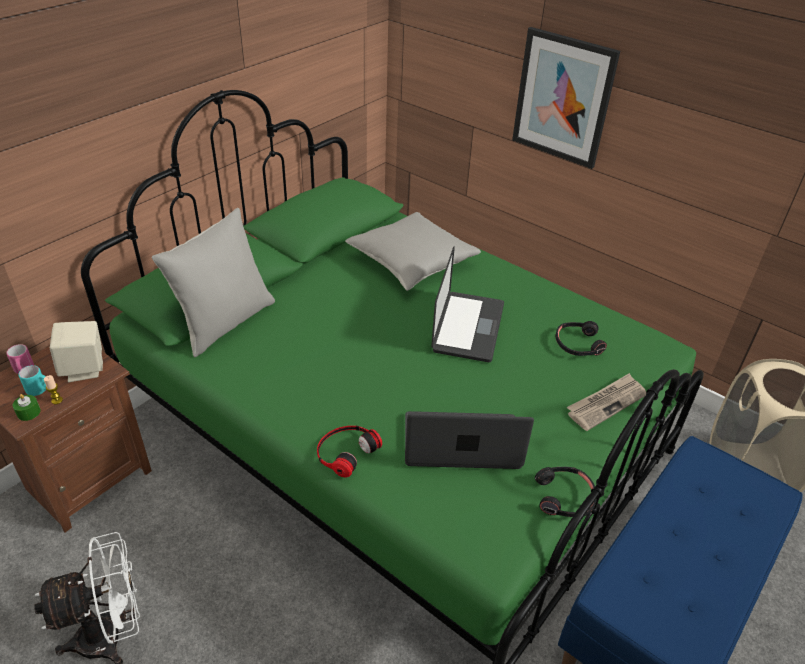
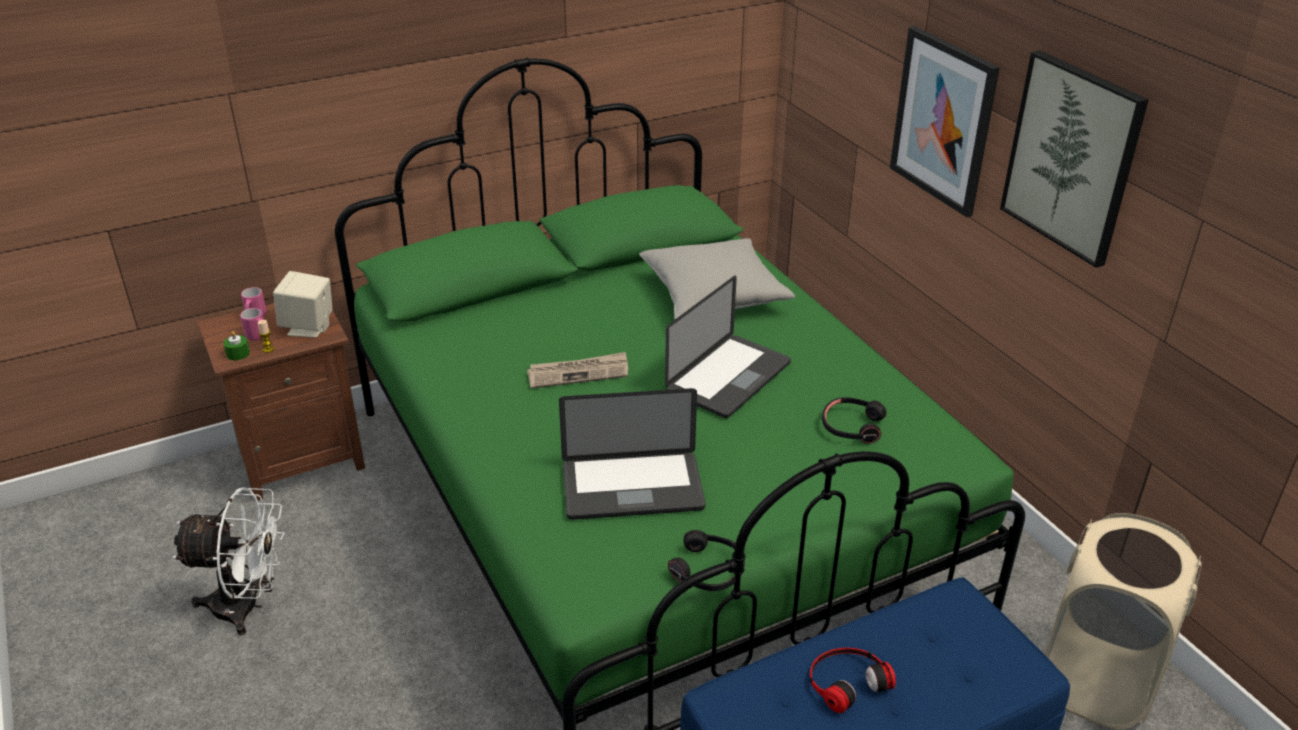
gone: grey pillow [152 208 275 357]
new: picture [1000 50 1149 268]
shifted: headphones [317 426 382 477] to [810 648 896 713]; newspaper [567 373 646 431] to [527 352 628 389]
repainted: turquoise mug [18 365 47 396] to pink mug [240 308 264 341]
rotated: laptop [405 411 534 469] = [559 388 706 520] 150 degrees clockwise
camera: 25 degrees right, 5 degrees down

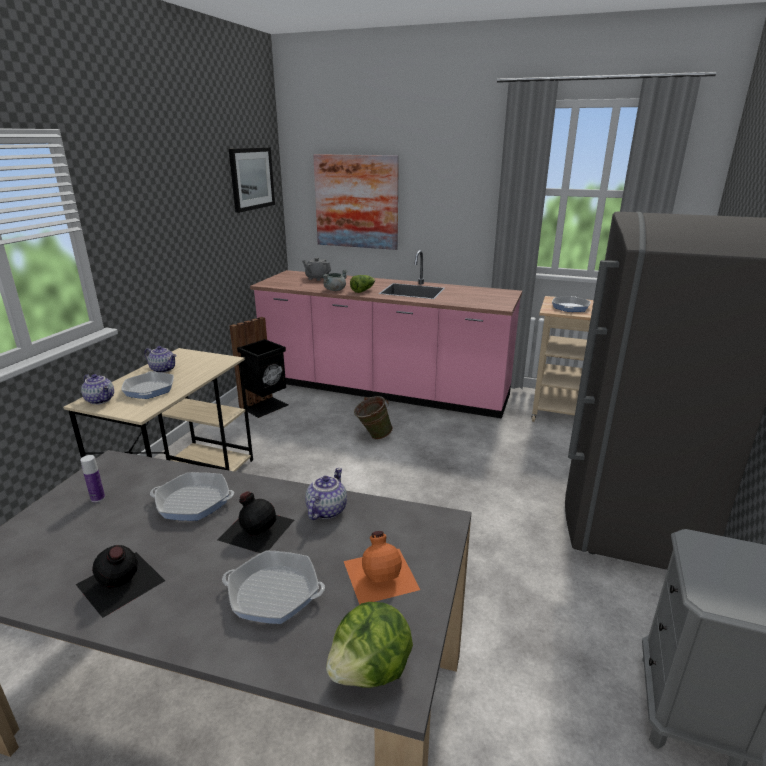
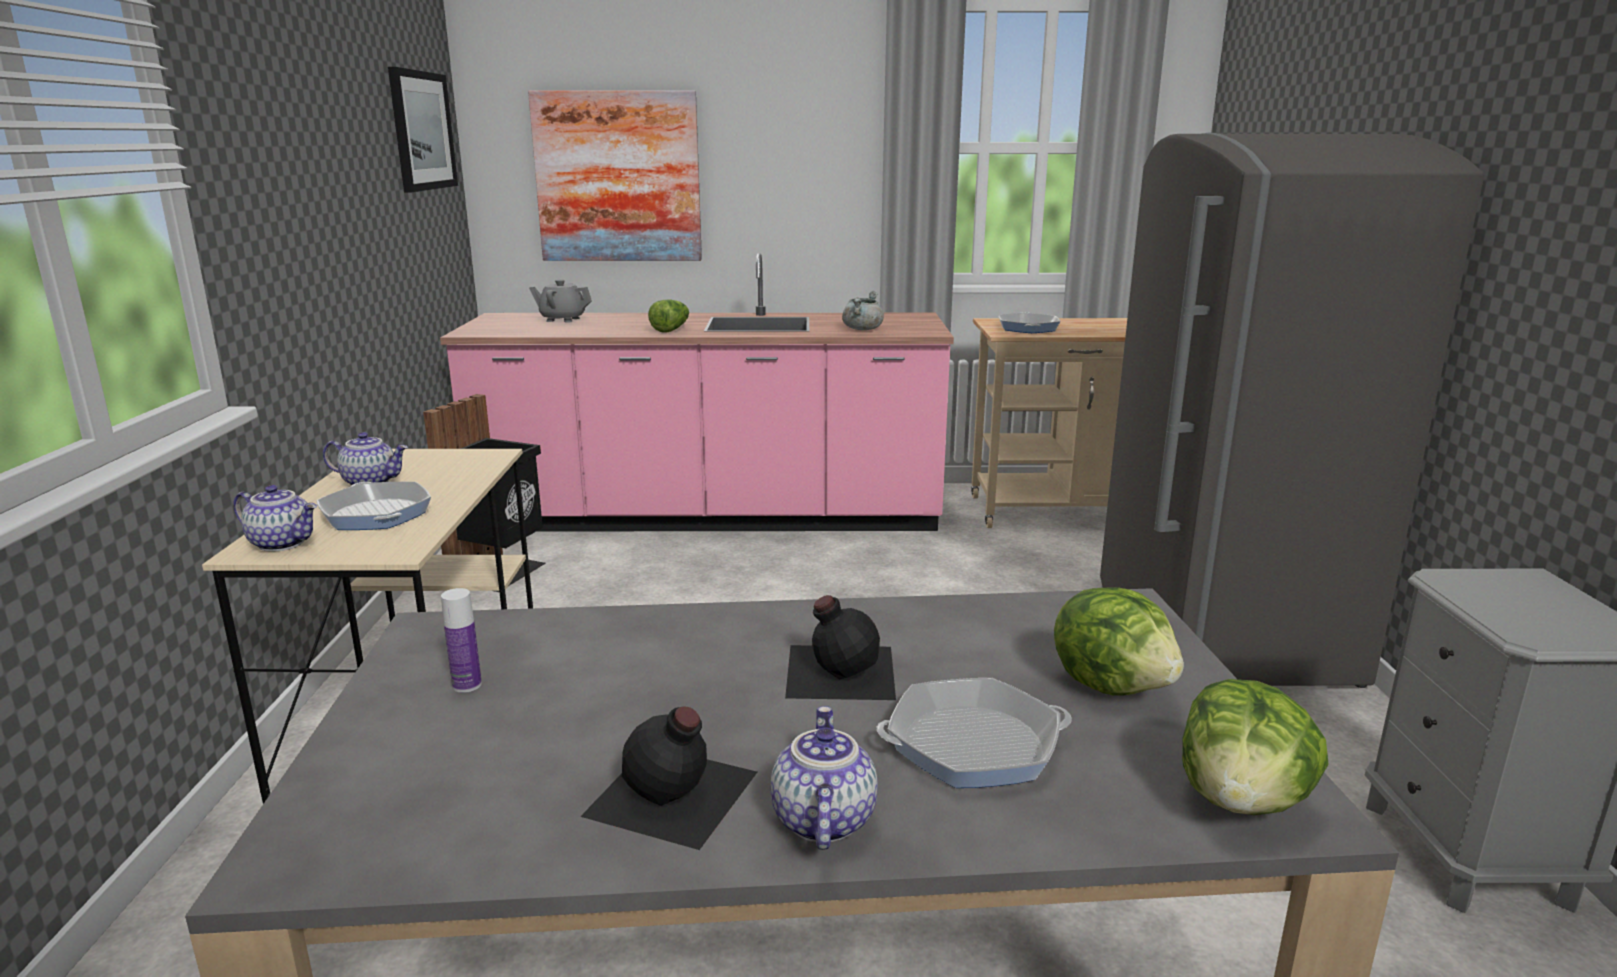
gone: frying pan [150 472 234 521]; green bucket [354 396 393 439]
shifted: teapot [305 468 347 520] to [771 706 878 850]; grey cooking pot [323 269 348 291] to [842 291 884 330]
swapped: orange bottle [344 531 420 605] to lettuce [1054 587 1184 696]
camera: 20 degrees left, 5 degrees down

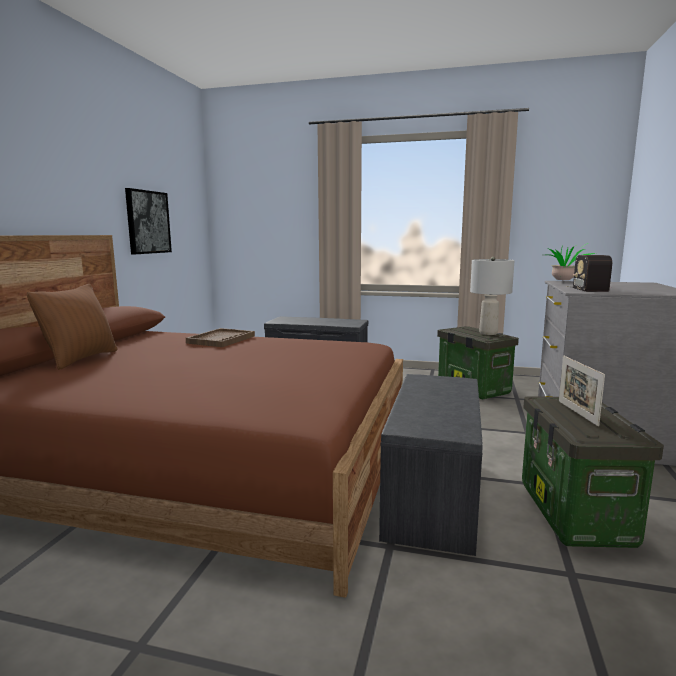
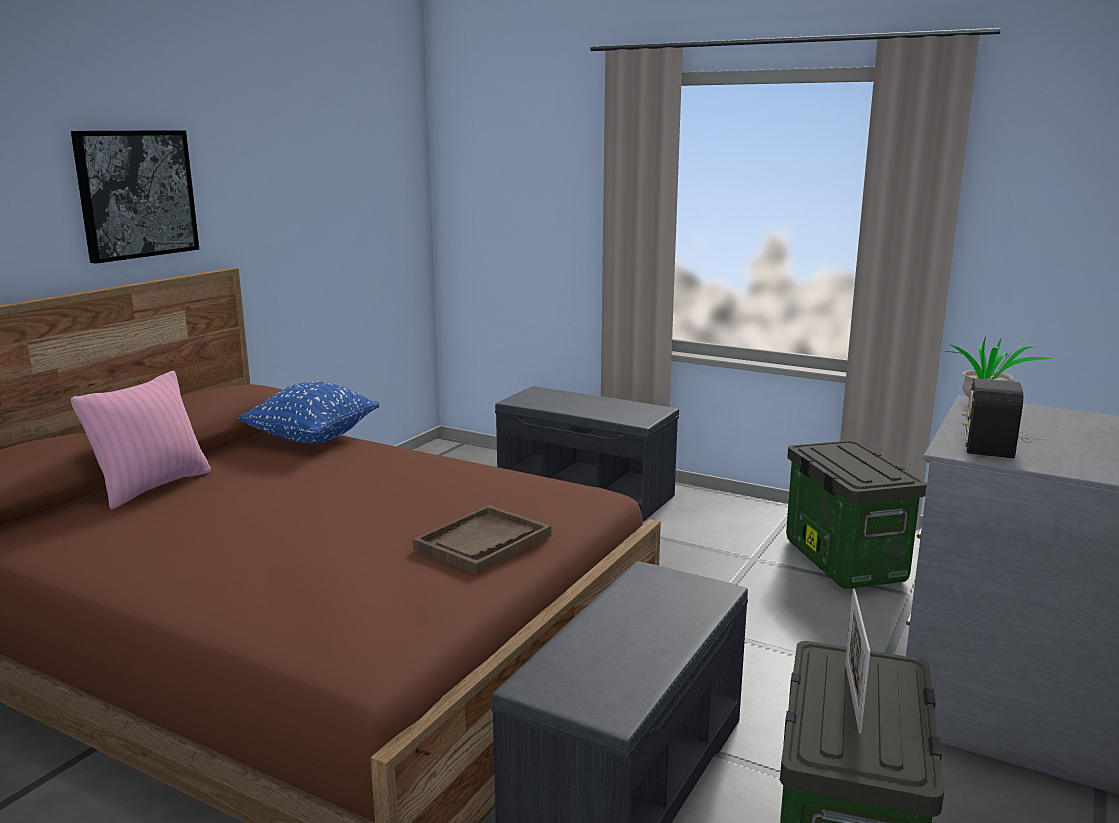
gone: grey table lamp [470 257 515 335]
new: blue pillow [238 382 380 444]
shifted: picture [125 188 172 254] to [71 130 199 264]; brown tray [186 328 255 347] to [413 505 551 574]
repainted: brown pillow [27 284 118 370] to pink pillow [71 371 211 510]
camera: 15 degrees right, 5 degrees up

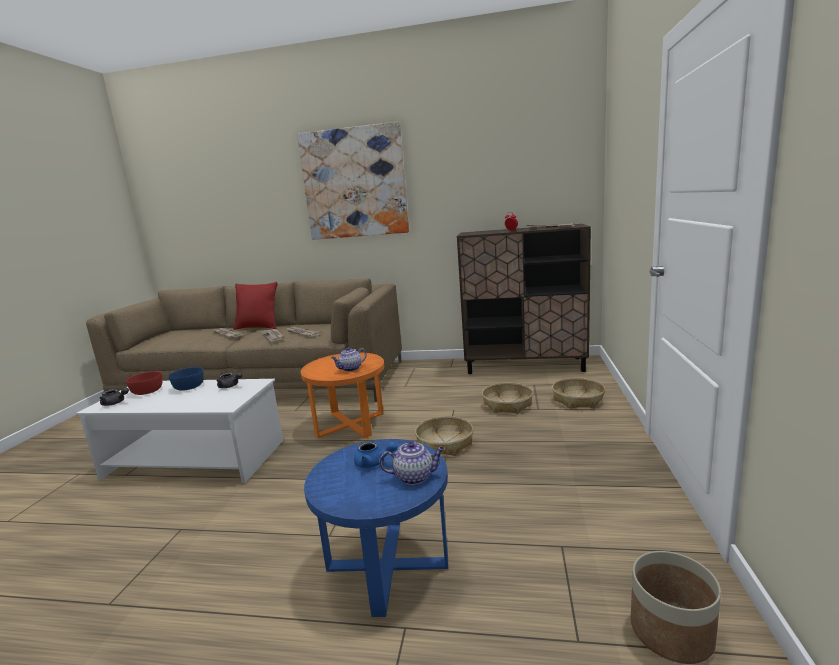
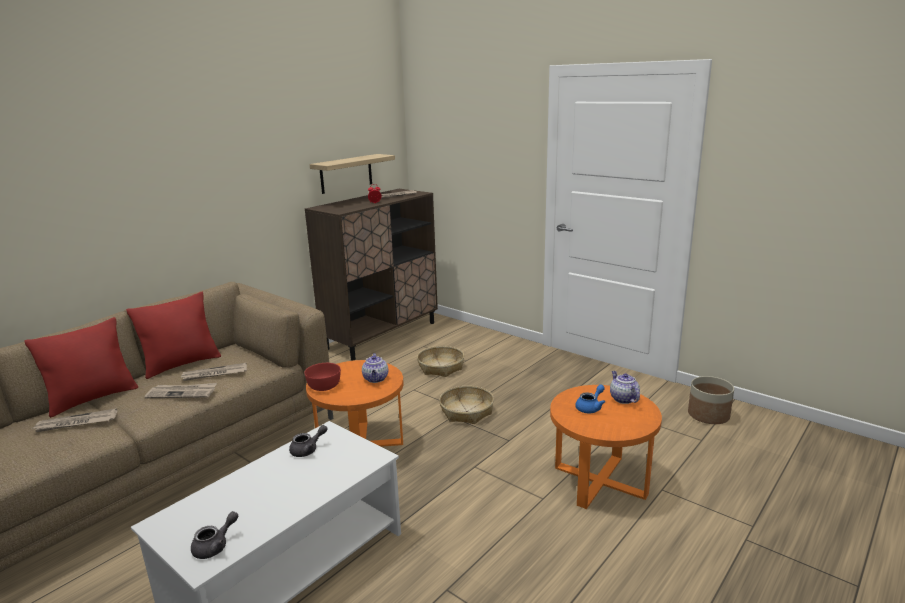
gone: blue bowl [168 367 204 391]; picture [297 122 410 240]; basket [552 378 605 409]
new: red pillow [126 291 221 379]; shelf [310 154 395 194]
shifted: red bowl [126 371 162 395] to [304 363 341 391]
repainted: blue side table [304 439 448 617] to orange side table [550 385 662 509]
rotated: teapot [379 442 445 485] = [610 371 640 404] 45 degrees counterclockwise
camera: 60 degrees left, 5 degrees up

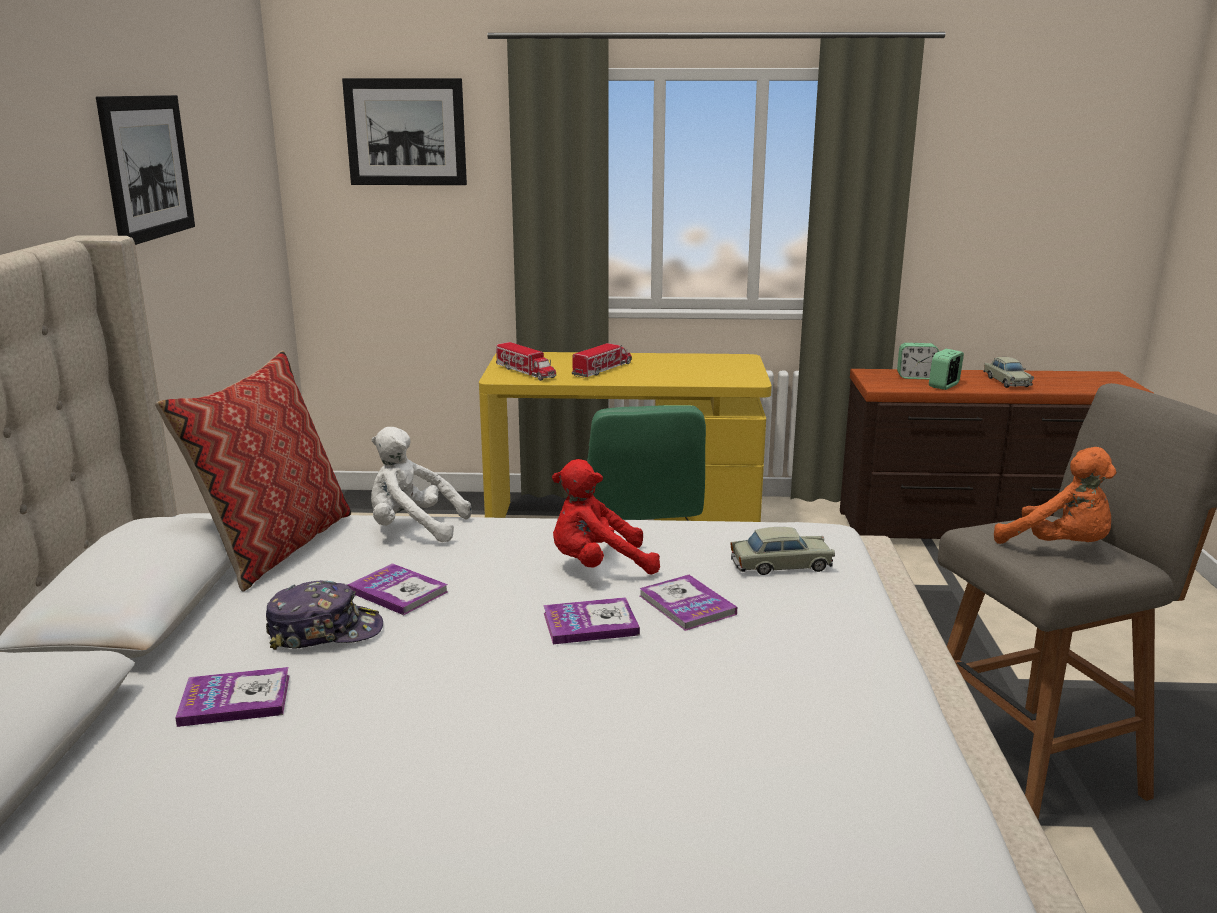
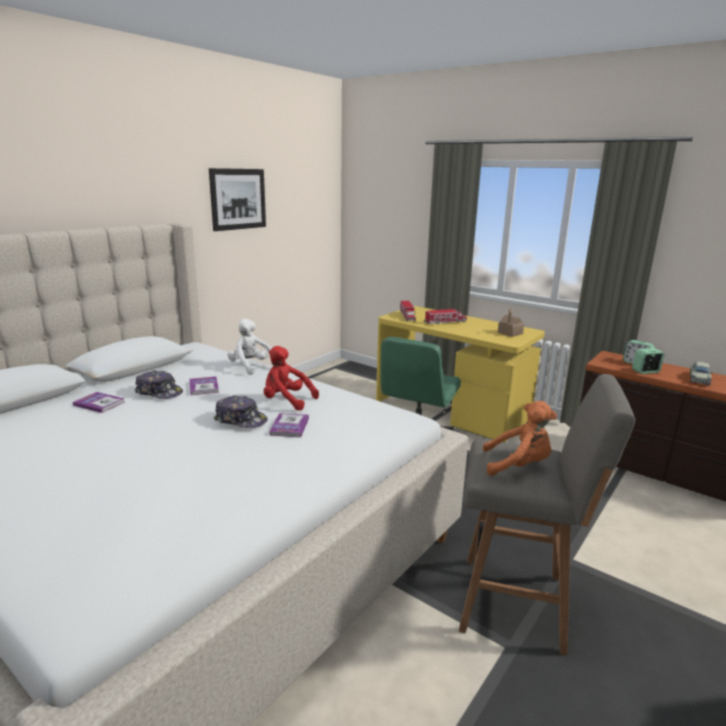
gone: pillow [155 350 351 592]; picture [342 78 467 185]; beige toy car [731 527 835 575]
new: toy house [498 309 524 337]
swapped: book [543 597 640 644] to cap [214 395 268 428]
rotated: orange plush toy [994 447 1116 544] = [483 401 557 476] 75 degrees counterclockwise
camera: 35 degrees right, 0 degrees up

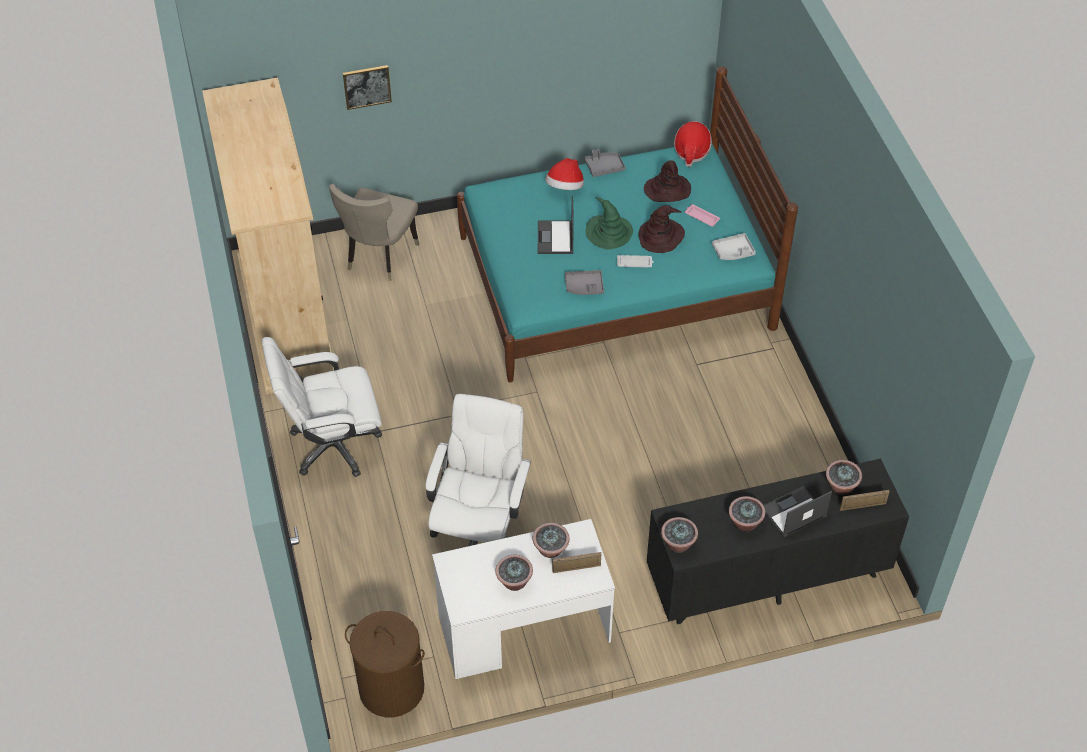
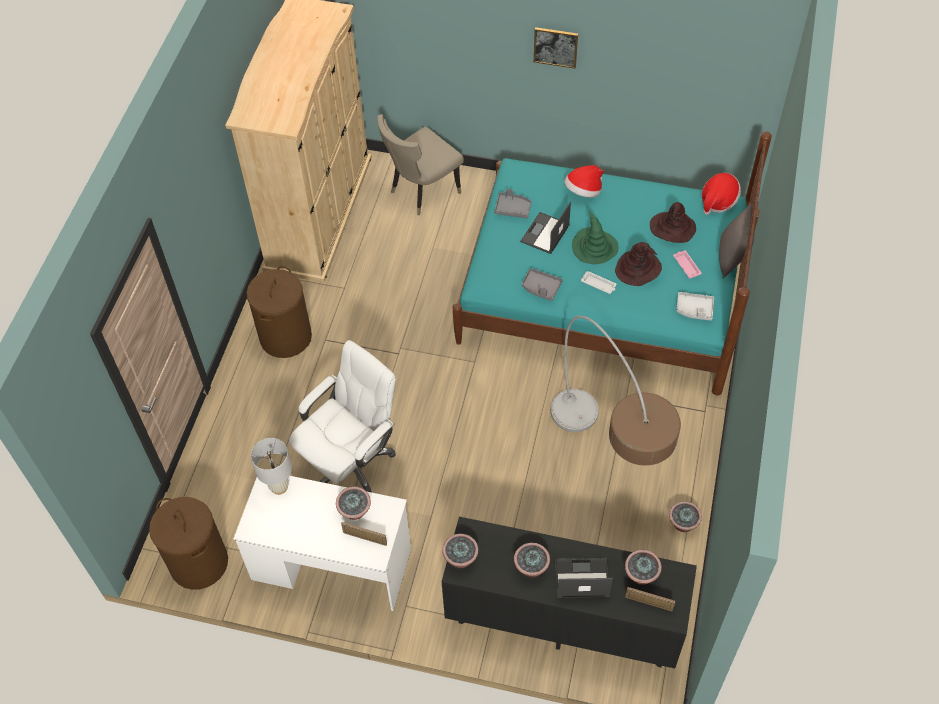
new: white table lamp [251 438 292 495]; floor lamp [550 316 681 466]; grey pillow [719 204 754 278]
shifted: picture [343 65 392 110] to [534 27 578 69]; potted plant [496 555 533 591] to [669 501 702 532]; grey tray [585 149 626 177] to [495 189 531 218]
swapped: white office chair [262 337 382 477] to brown laundry basket [247 266 312 358]
camera: 30 degrees right, 5 degrees up

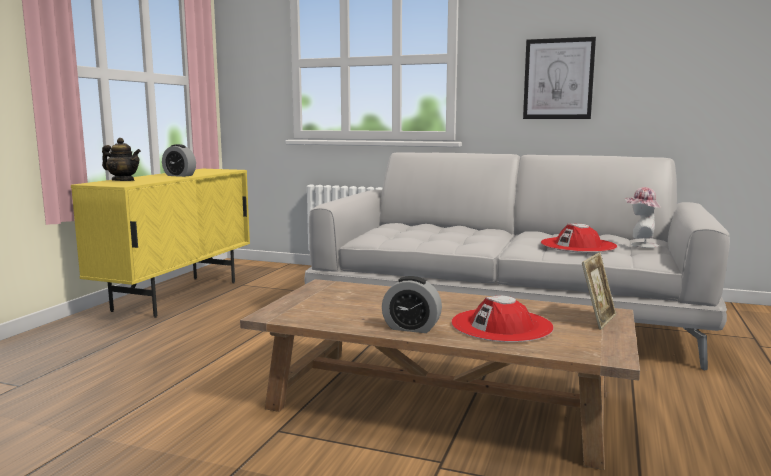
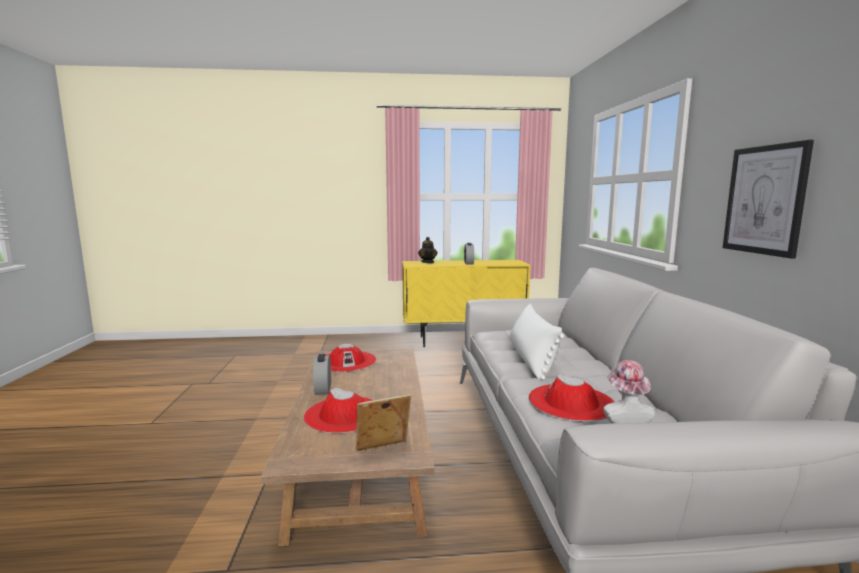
new: red hat [326 344 376 372]; white pillow [510 304 564 380]
rotated: picture frame [582 252 616 330] = [356 394 411 451] 150 degrees clockwise
camera: 65 degrees right, 0 degrees up

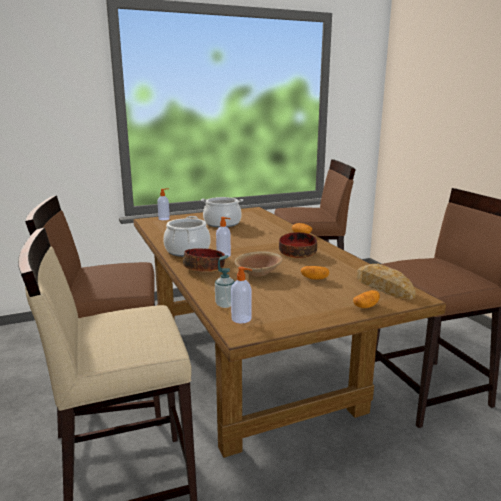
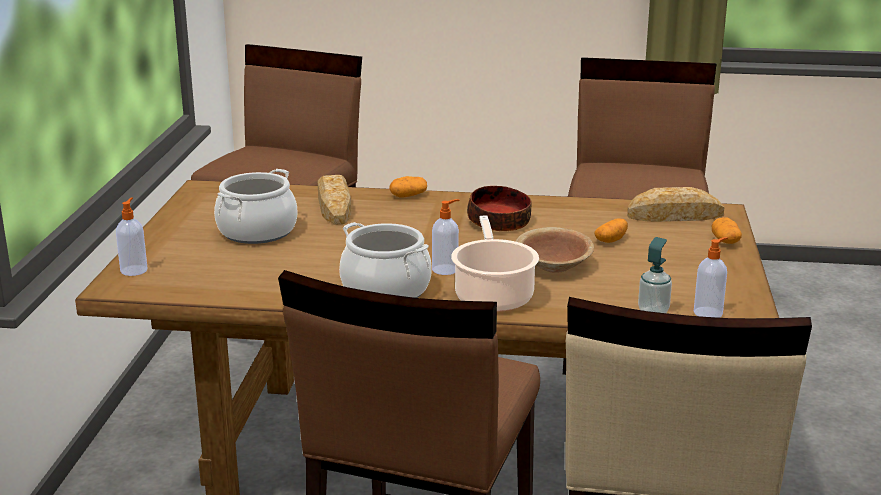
new: bread [317 175 351 225]
swapped: bowl [183 248 225 272] to cooking pot [451 216 539 312]
camera: 60 degrees left, 5 degrees up

